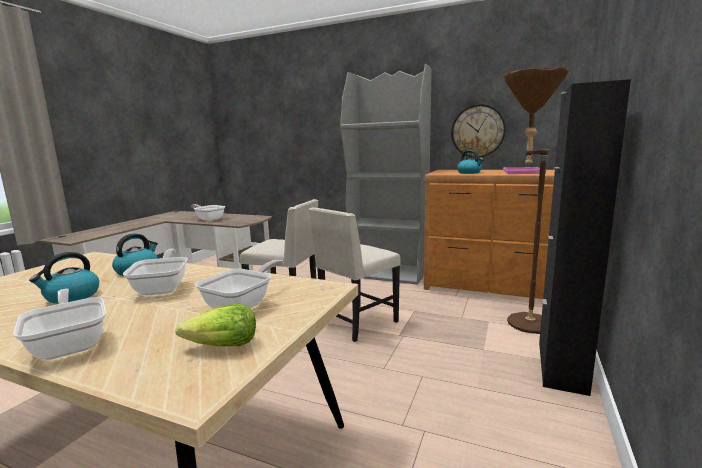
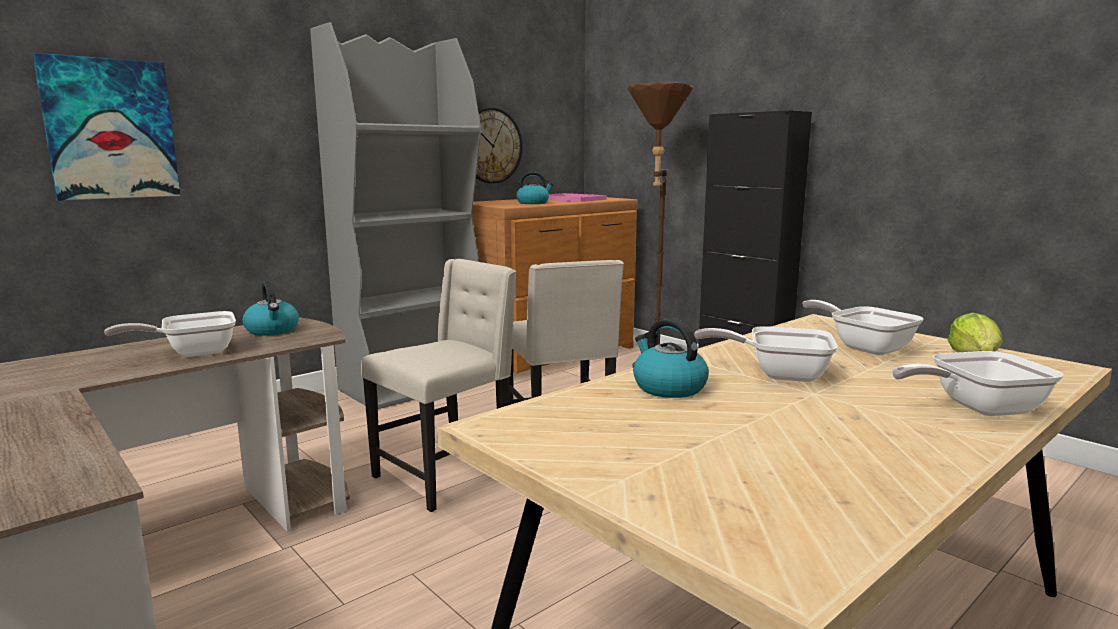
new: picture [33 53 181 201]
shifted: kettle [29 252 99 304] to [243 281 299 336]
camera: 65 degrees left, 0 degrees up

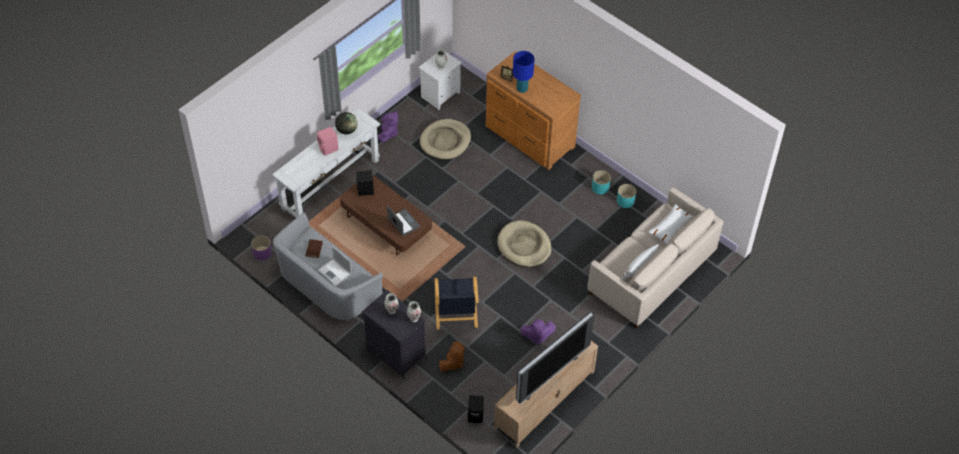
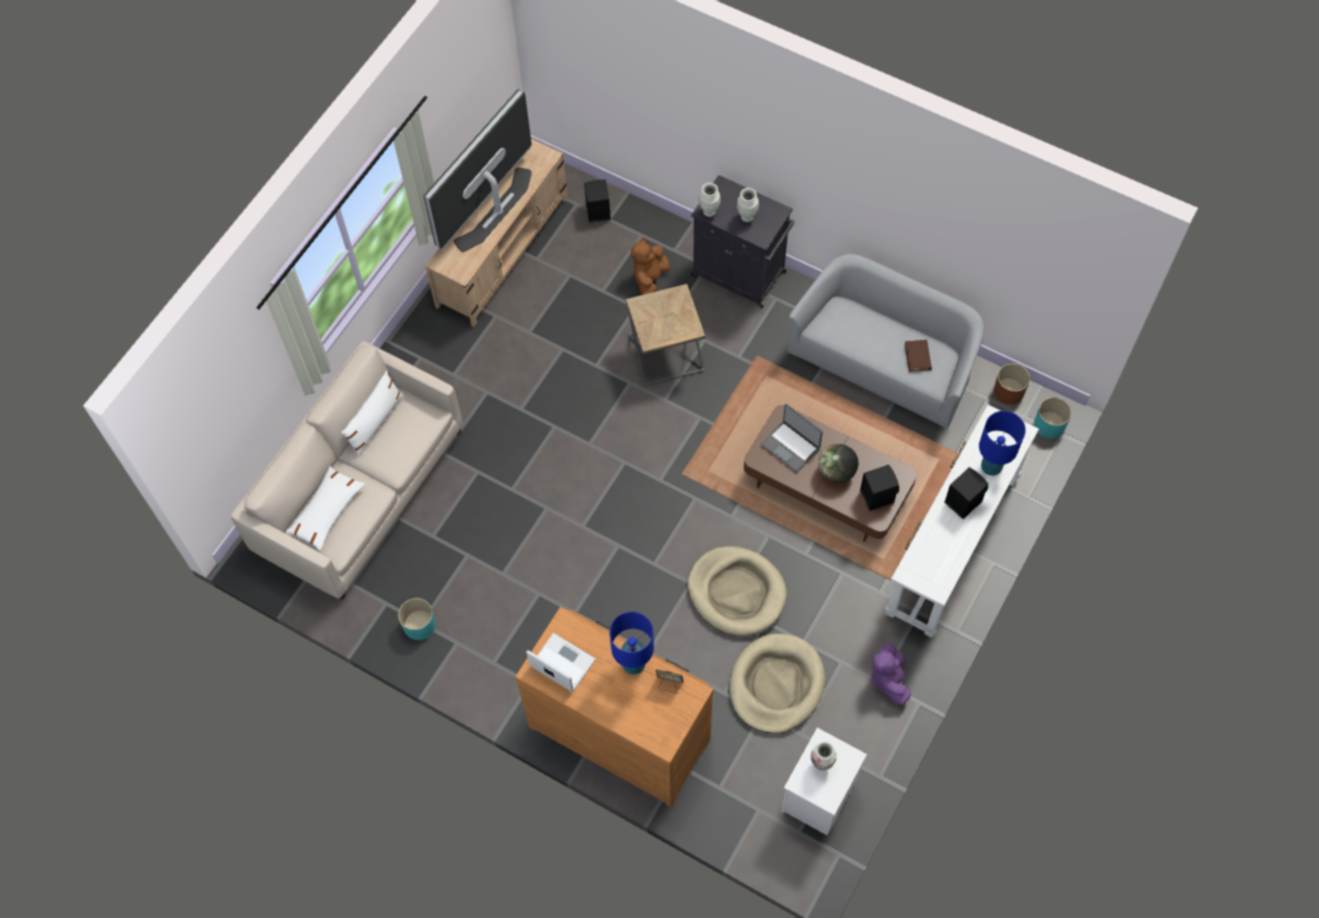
gone: purple plush toy [520 319 556 345]
new: blue table lamp [979 411 1026 476]
shifted: laptop [318 246 352 286] to [527 633 596 692]; globe [335 112 358 134] to [818 444 859 483]; beige dog bed [497 220 552 267] to [688 546 787 636]; turquoise planter [592 170 611 195] to [1034 397 1072 439]
swapped: black armchair [435 277 479 330] to brown side table [626 284 705 386]
repainted: purple planter [251 236 272 261] to brown planter [994 363 1030 405]; pink speaker [317 127 339 156] to black speaker [944 467 988 519]
camera: 170 degrees right, 10 degrees up

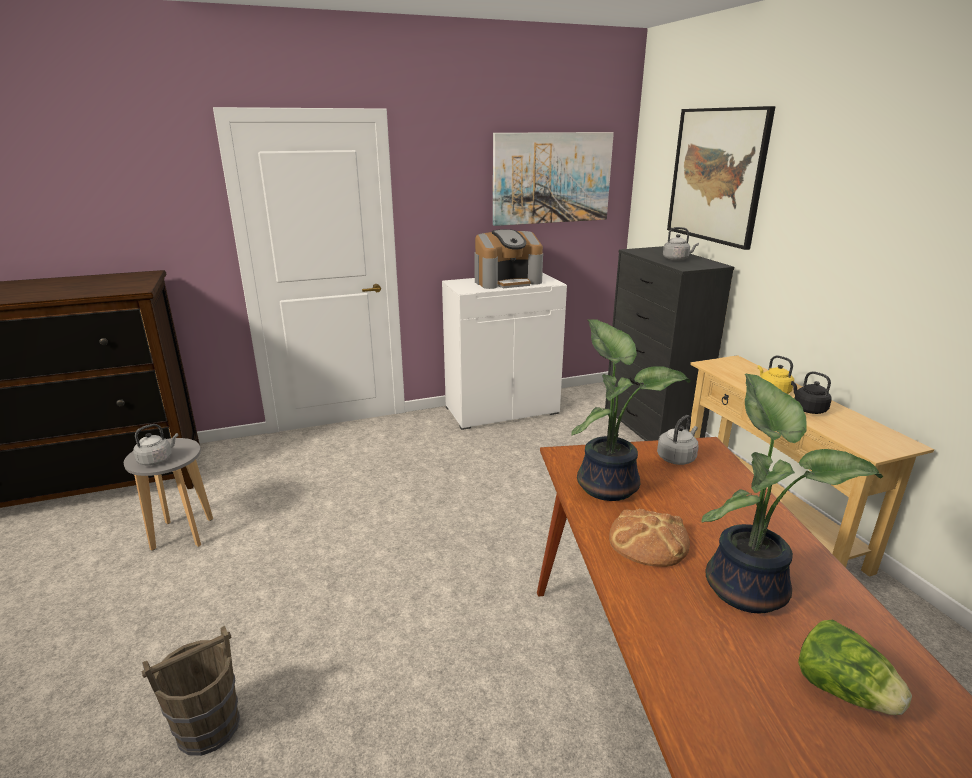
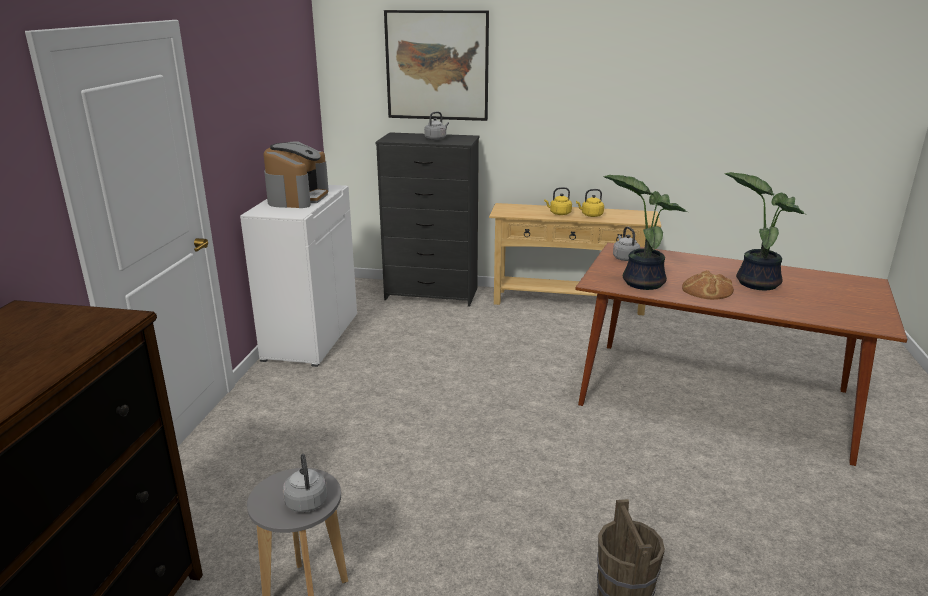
gone: picture [493 132 614 226]; lettuce [798 620 912 715]
repainted: black kettle [791 371 832 414] to yellow kettle [576 189 604 217]
camera: 60 degrees left, 0 degrees up

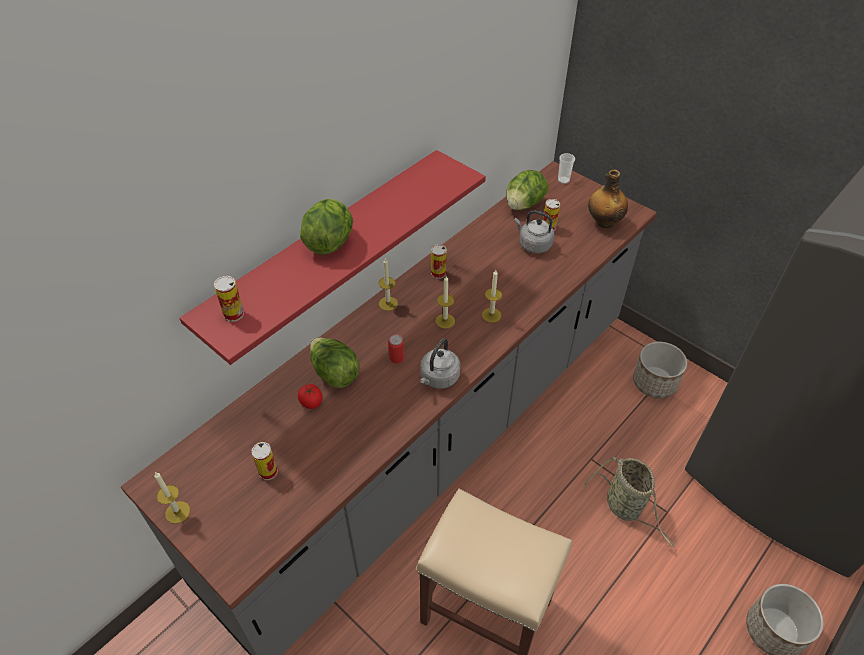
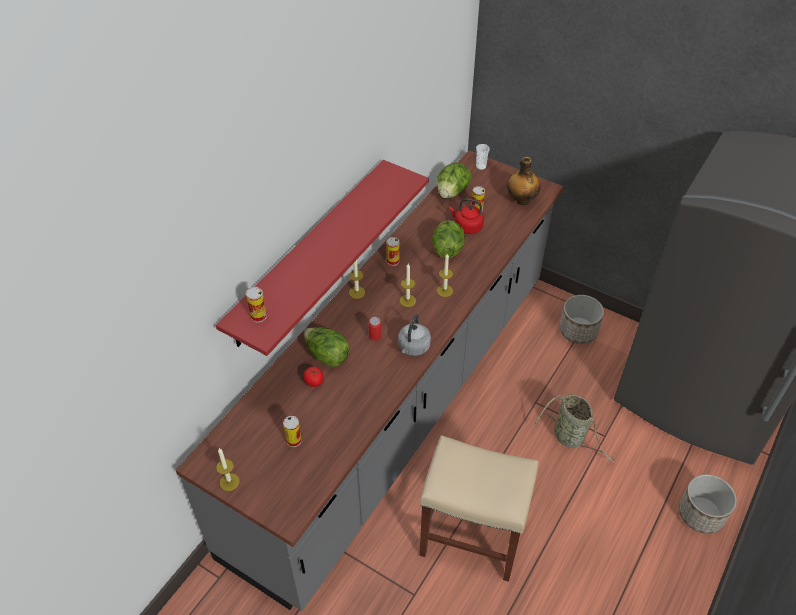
shifted: lettuce [300 199 353 255] to [432 220 465 258]
repainted: grey kettle [514 210 554 253] to red kettle [449 198 484 234]
camera: 10 degrees left, 0 degrees up

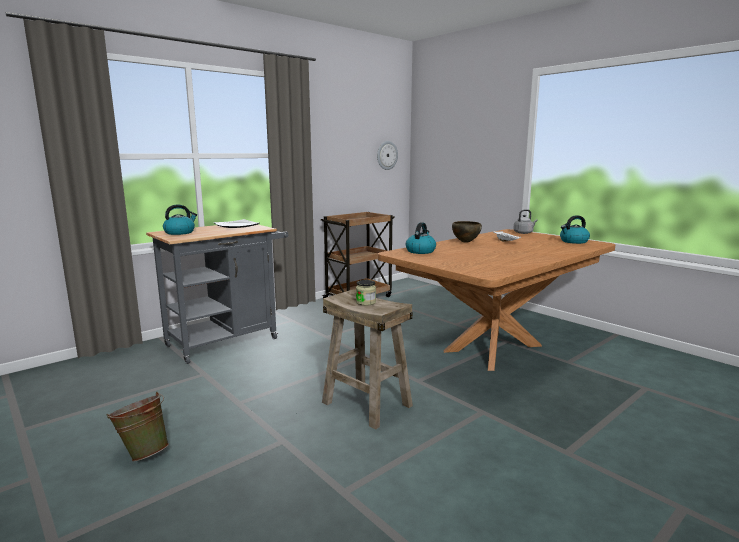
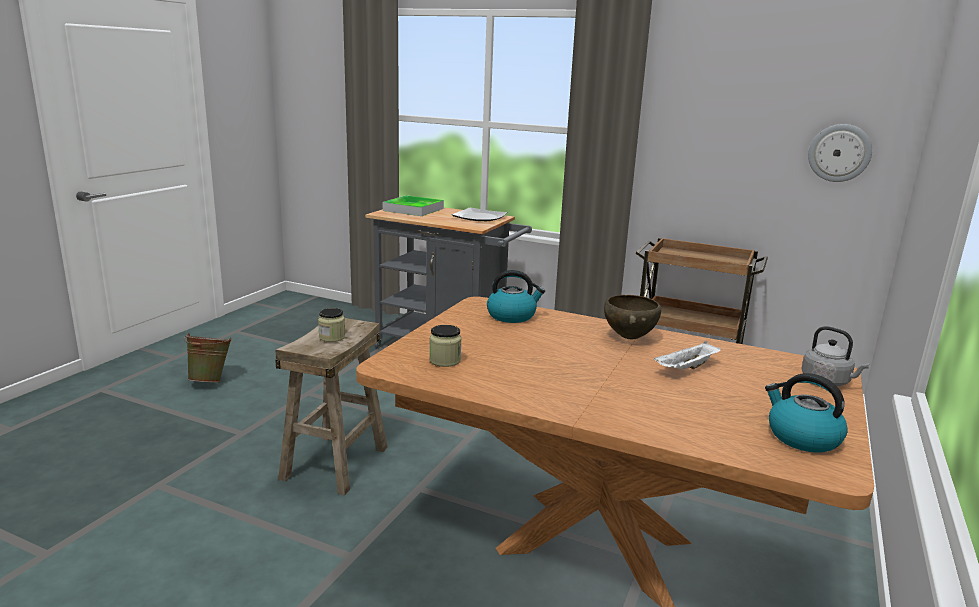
new: jar [429 325 462 367]
swapped: kettle [163 204 197 235] to tray [383 195 444 216]
camera: 65 degrees right, 5 degrees up

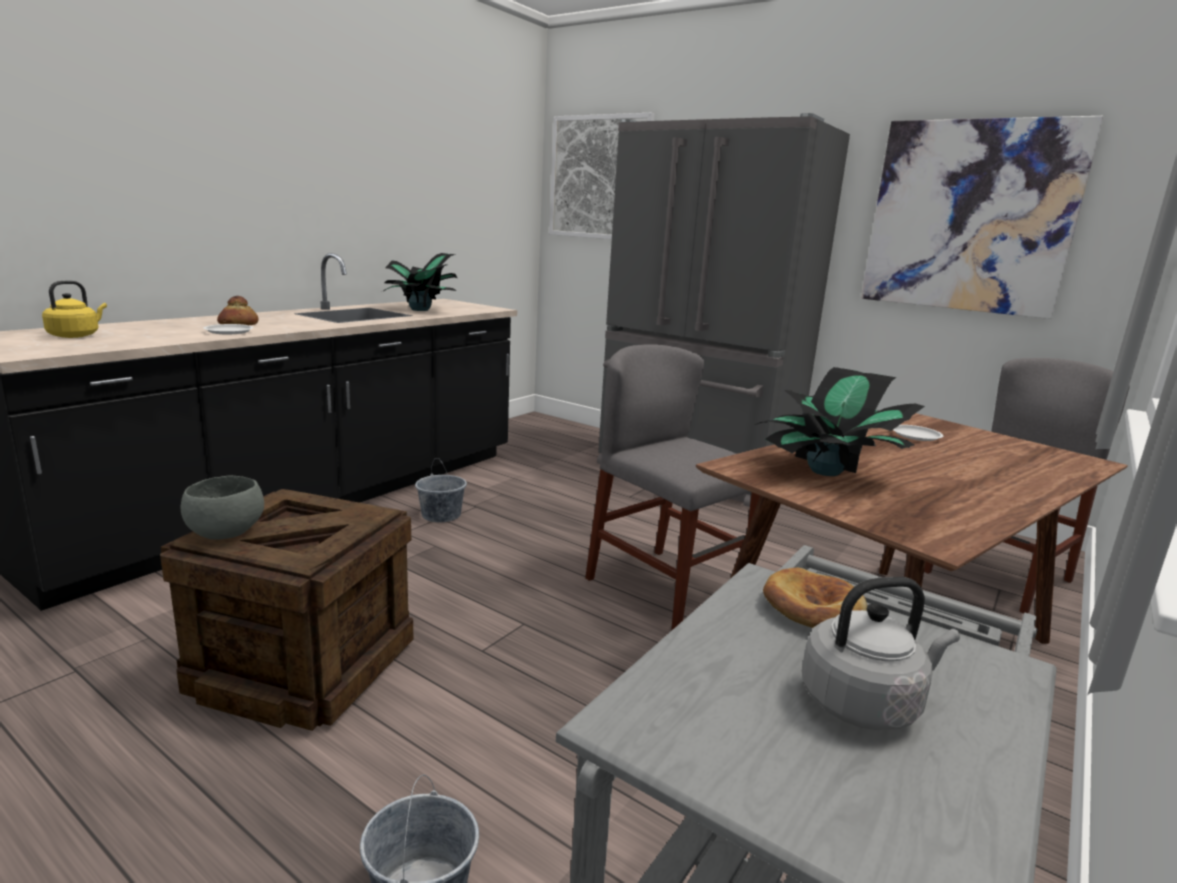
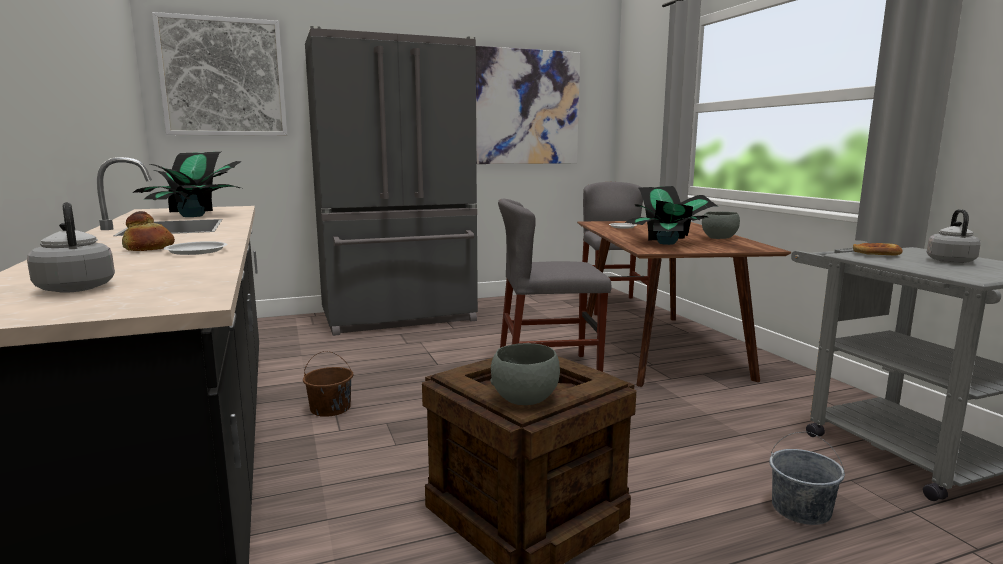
new: grey bowl [702 212 740 239]
repainted: yellow kettle [42 281 107 338] to grey kettle [27 202 115 293]; grey bucket [415 458 467 522] to brown bucket [303 351 354 417]
camera: 55 degrees left, 5 degrees down

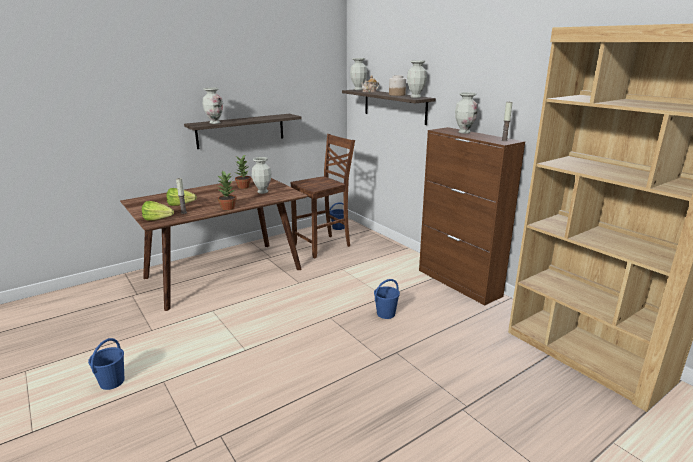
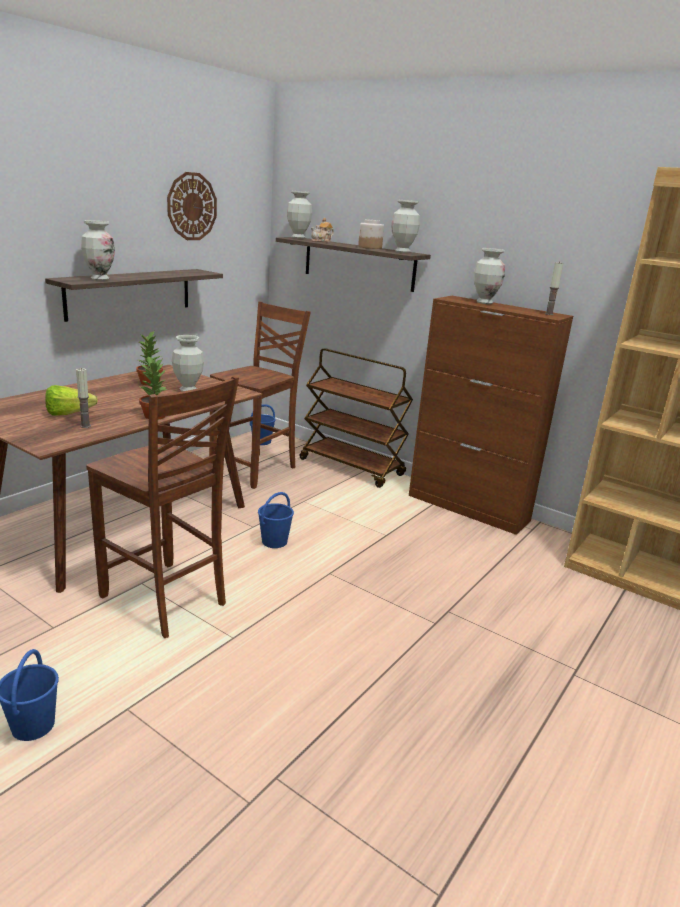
gone: lettuce [142 201 174 220]
new: brown chair [86 376 239 638]; wall clock [167 172 217 240]; brown cart [299 348 413 488]
shifted: blue bucket [374 279 400 319] to [258 492 294 548]
camera: 20 degrees left, 0 degrees up

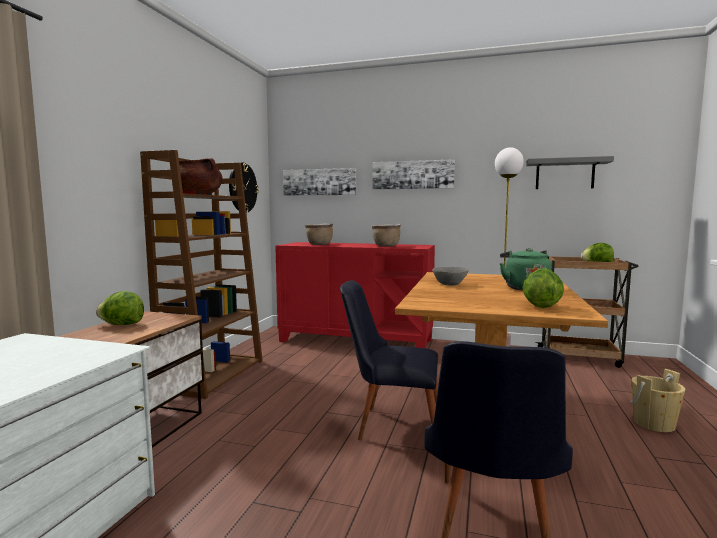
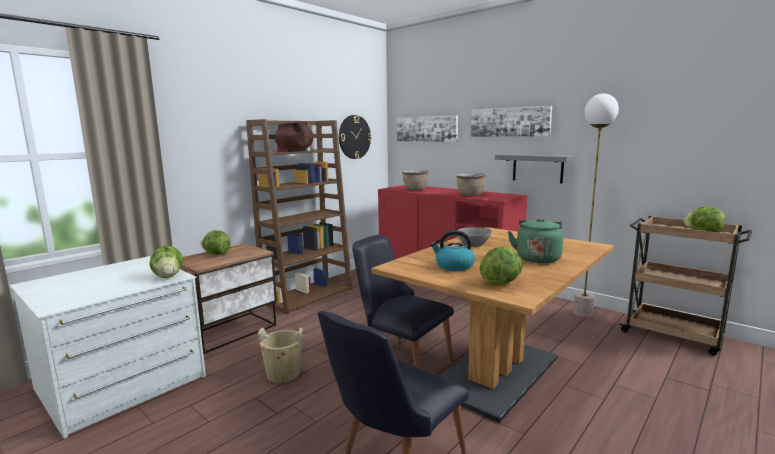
new: lettuce [149 245 184 278]; kettle [430 230 475 271]
shifted: grey shelf [526 156 614 189] to [495 154 575 184]; beige bucket [630 369 685 432] to [258 328 304 383]
camera: 25 degrees right, 5 degrees up

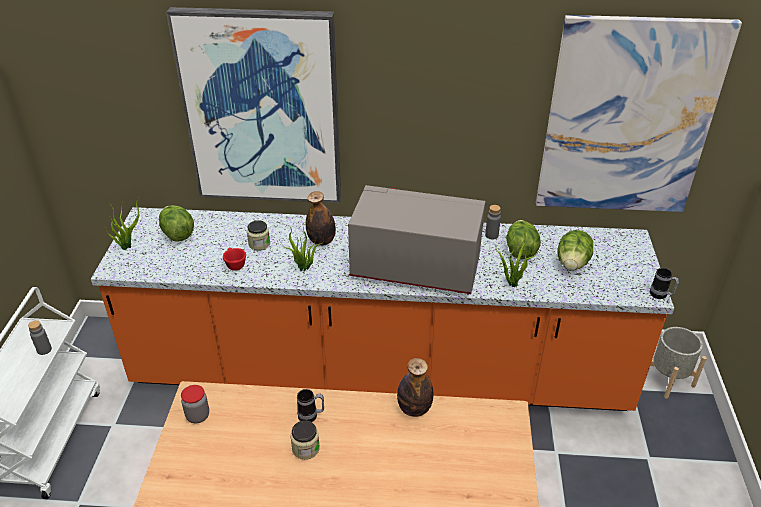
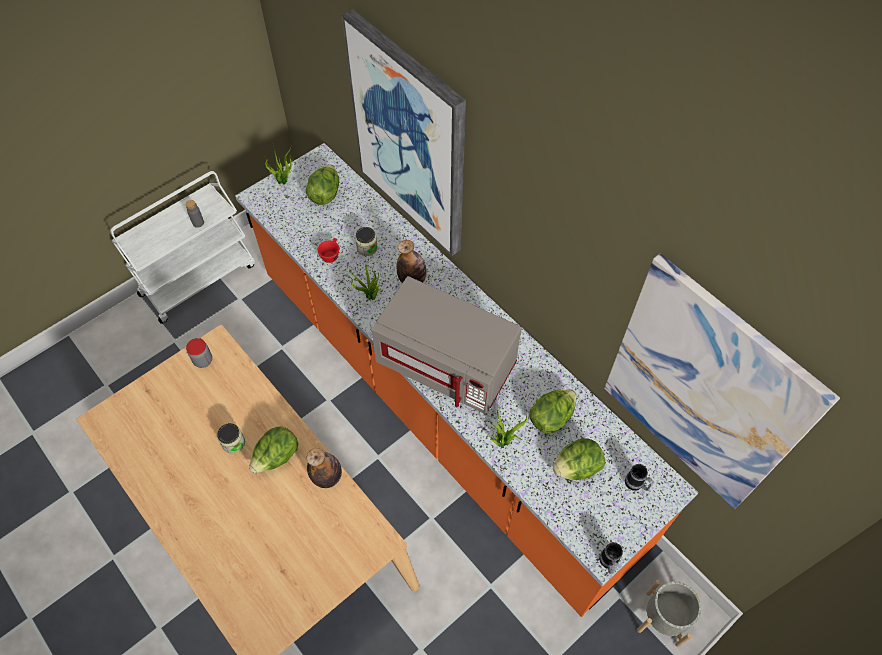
gone: grey bottle [485 205 501 240]
new: lettuce [249 426 298 473]
shifted: mug [297 389 324 422] to [625 464 654 491]
rotated: grey microwave [348 185 485 294] = [371 276 522 414] 150 degrees clockwise
camera: 45 degrees right, 20 degrees up

